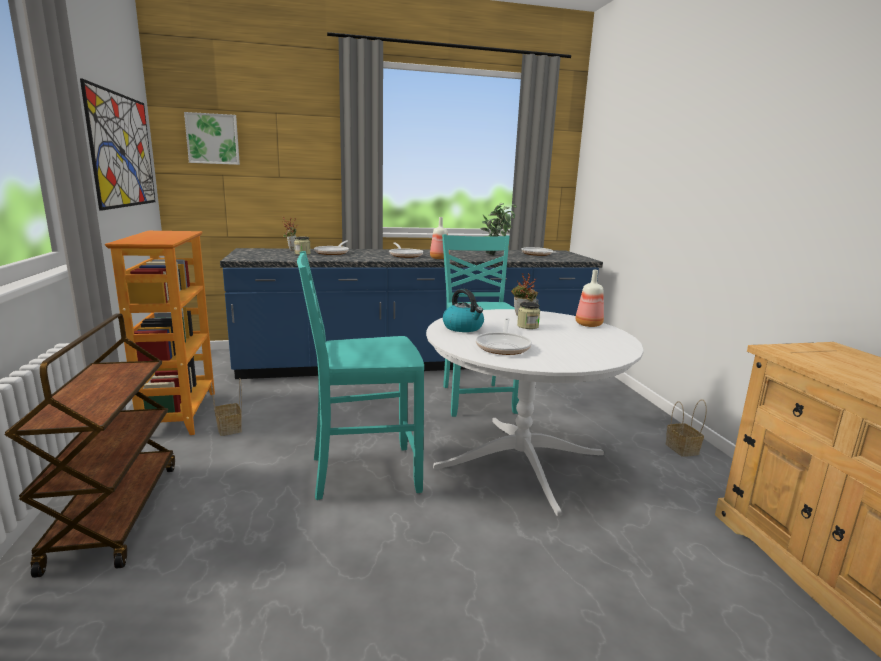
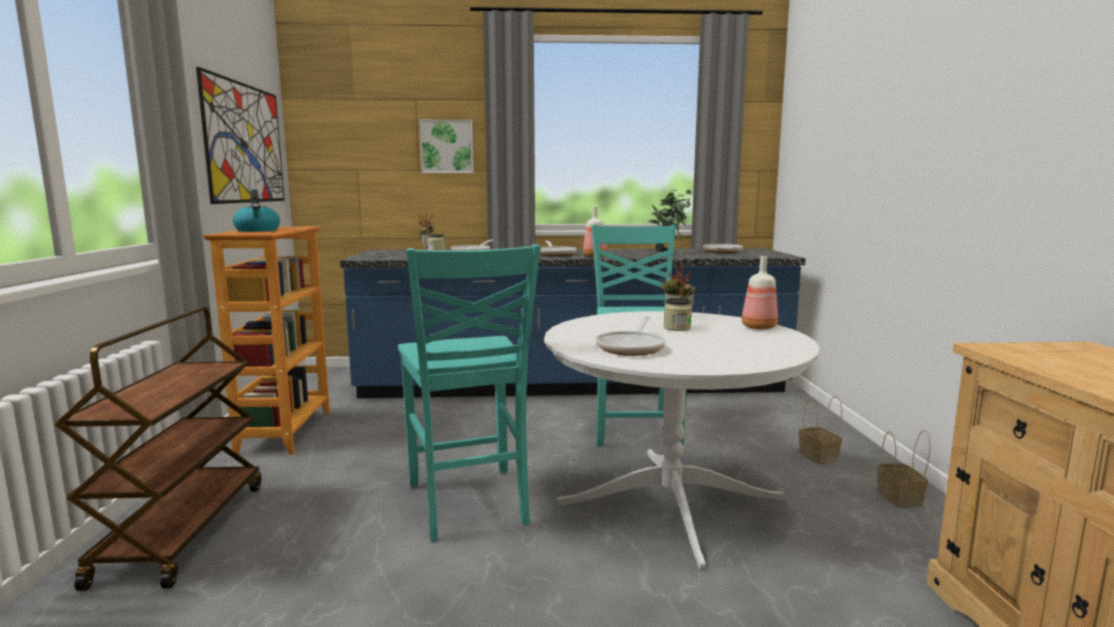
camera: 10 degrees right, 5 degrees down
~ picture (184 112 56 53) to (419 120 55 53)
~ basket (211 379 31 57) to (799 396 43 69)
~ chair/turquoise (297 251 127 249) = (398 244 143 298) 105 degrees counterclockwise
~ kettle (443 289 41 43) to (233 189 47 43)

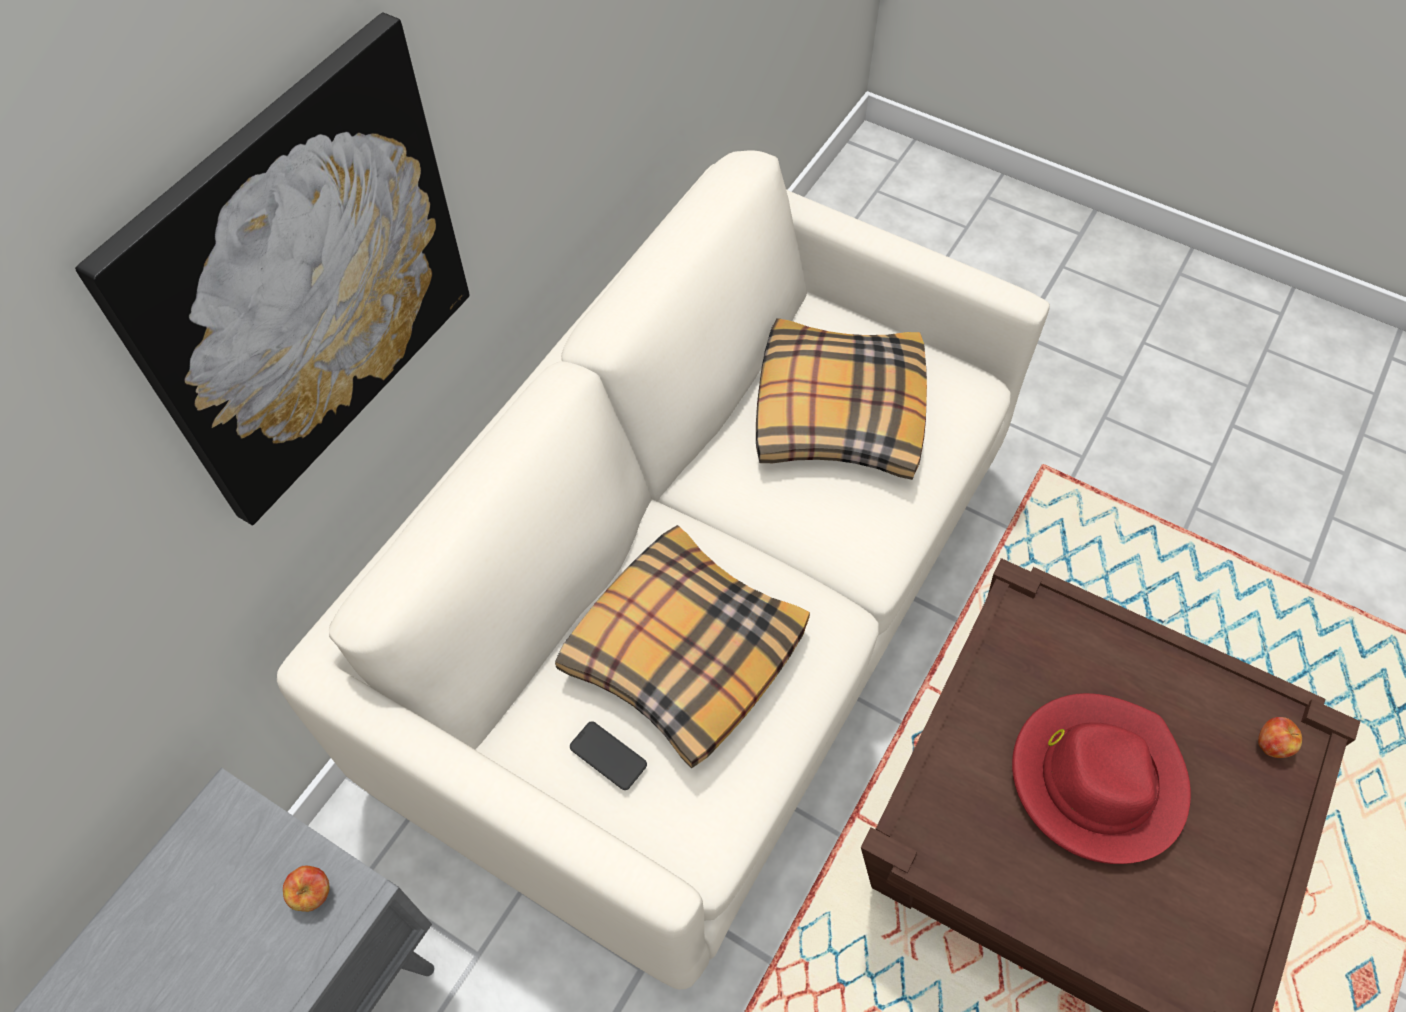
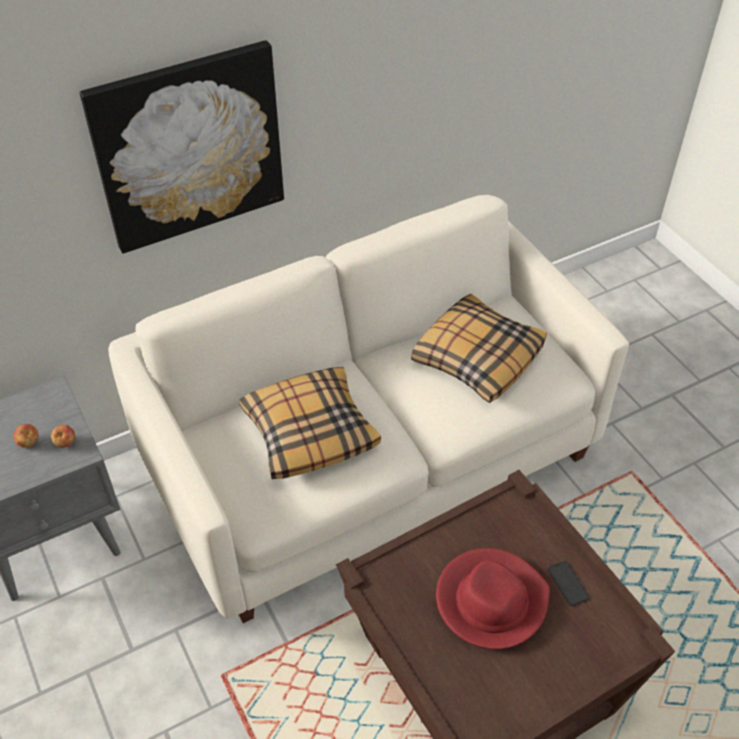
camera: 30 degrees right, 10 degrees down
~ phone (570 721 77 69) to (548 561 41 45)
~ apple (1258 717 44 41) to (14 424 24 23)

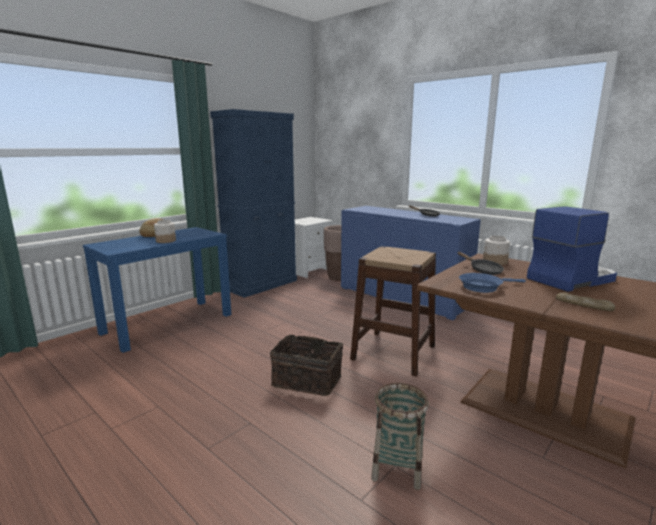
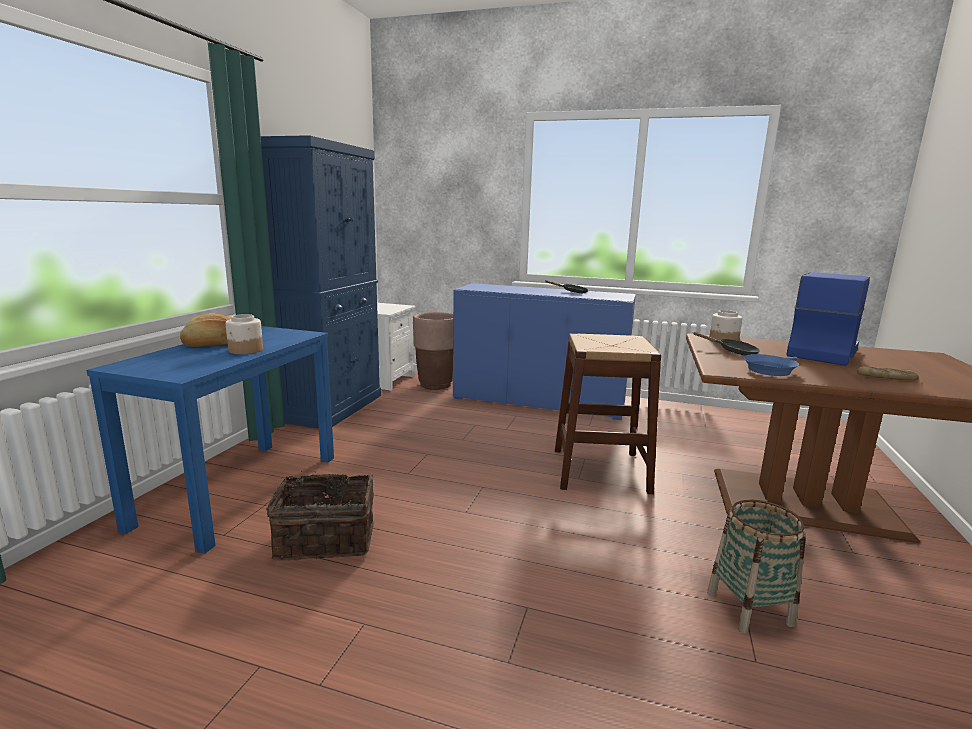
camera: 25 degrees left, 0 degrees up
~ basket (270 335 73 61) to (266 470 108 91)

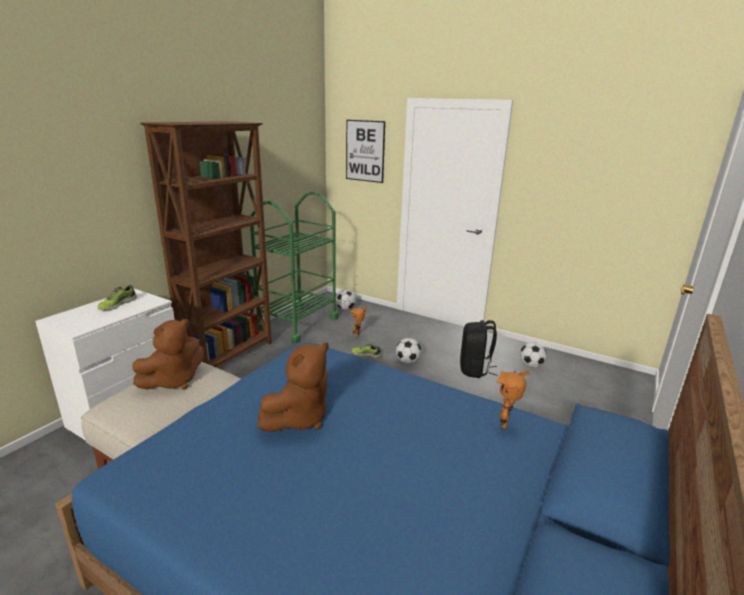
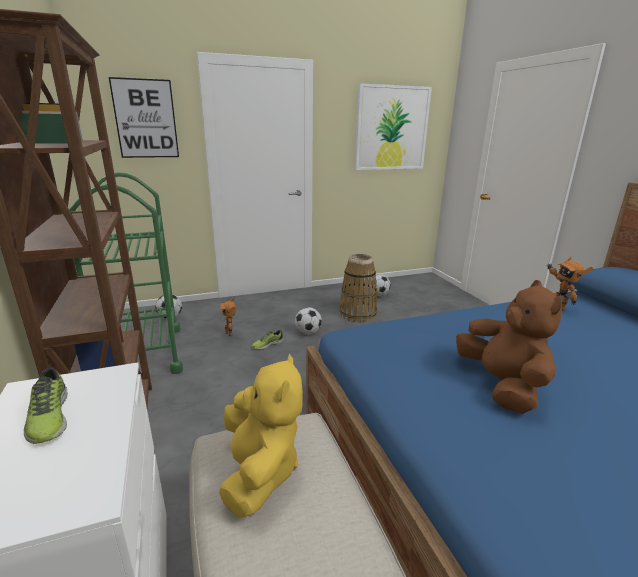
camera: 50 degrees left, 0 degrees up
~ plush toy/brown (132 319 72 71) to plush toy/yellow (219 354 84 163)
~ backpack/black (460 320 38 58) to basket (339 254 38 69)
+ picture (355 83 77 87)

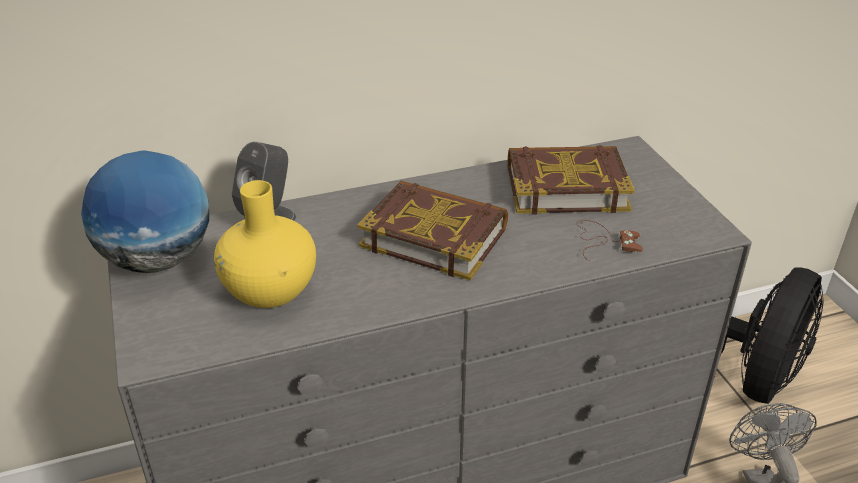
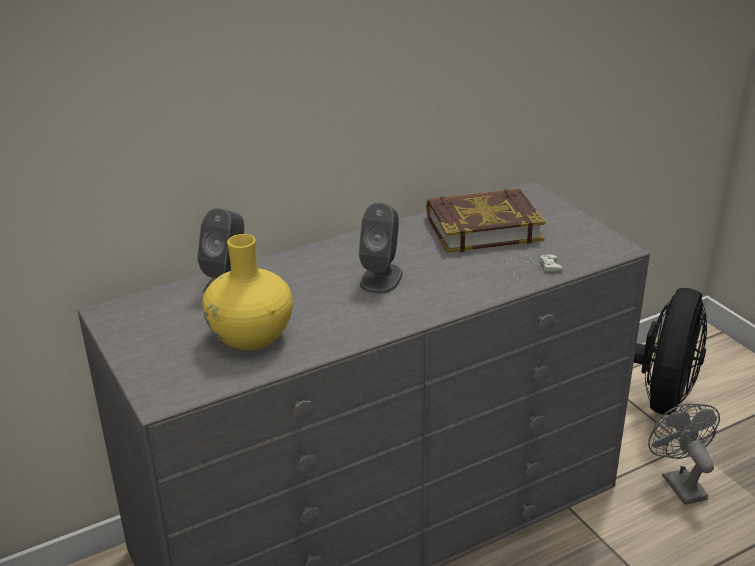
camera: 10 degrees left, 5 degrees down
- globe (81 150 128 123)
~ book (357 181 151 99) to speaker/grey (359 202 44 92)
~ game controller/brown (578 220 65 41) to game controller/white (501 251 62 31)

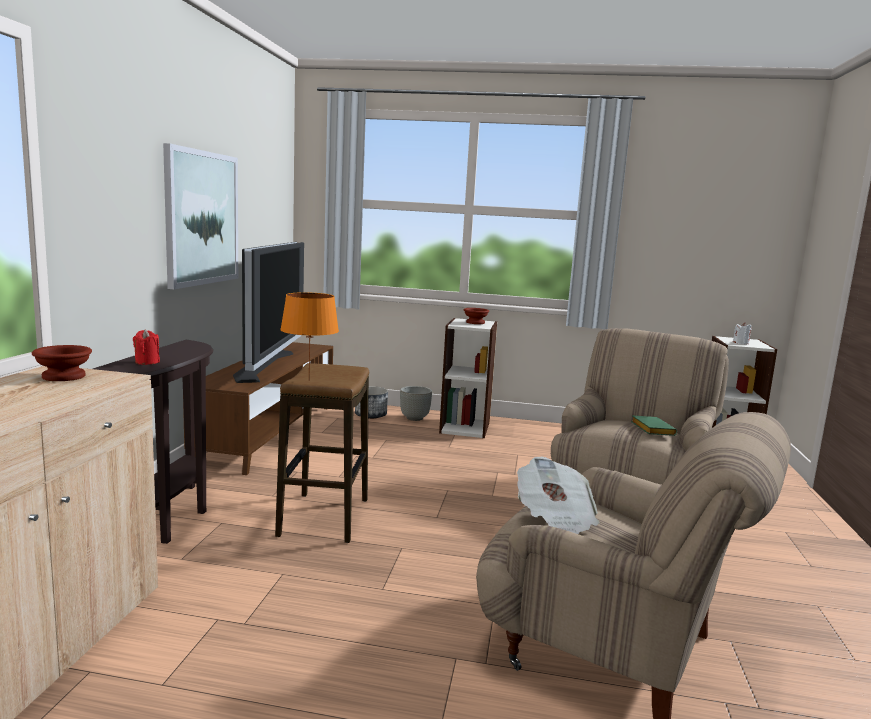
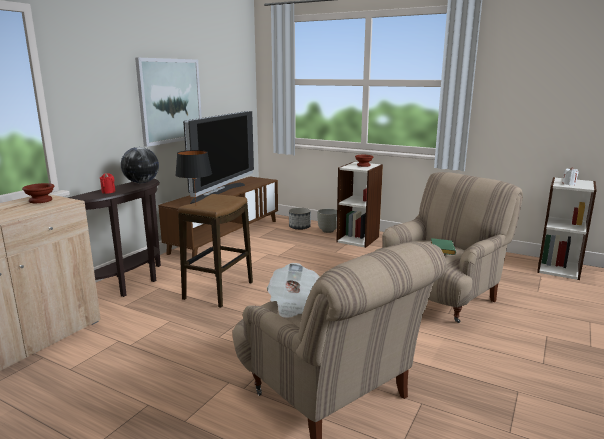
camera: 20 degrees right, 5 degrees up
~ table lamp/orange (280 292 59 87) to table lamp/black (175 150 37 51)
+ globe (121 147 38 36)

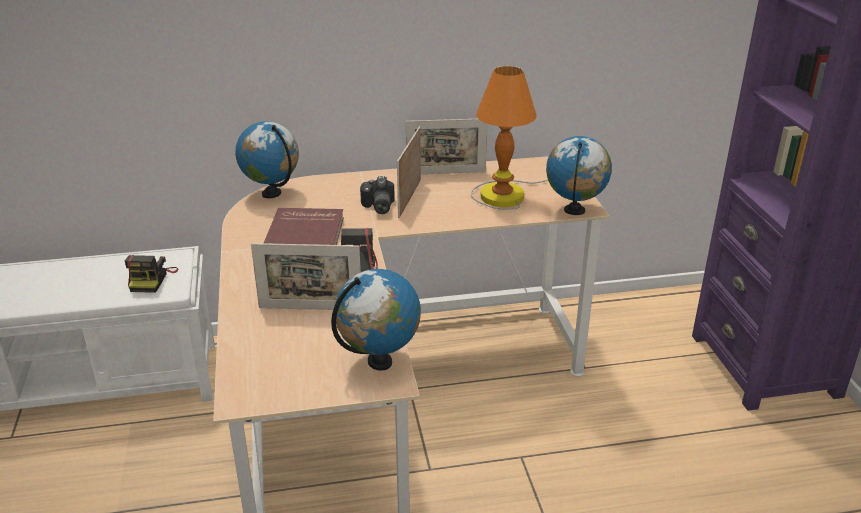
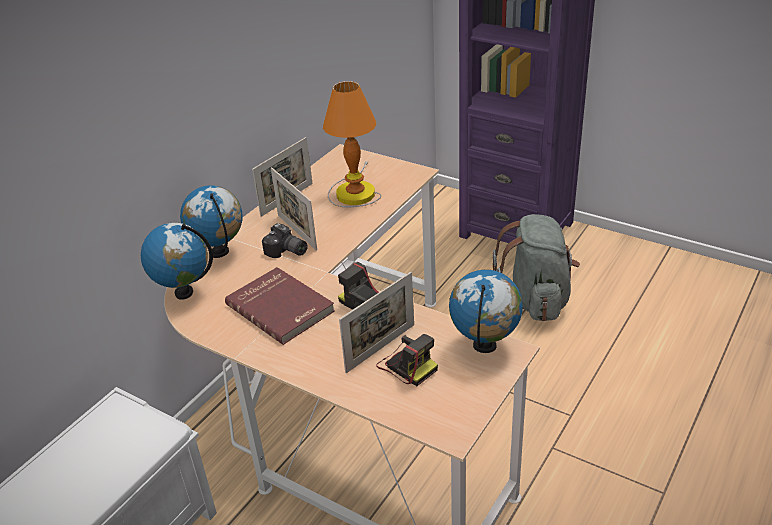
camera: 45 degrees left, 5 degrees up
~ photo camera (125 255 53 38) to (376 334 62 52)
~ globe (546 136 66 79) to (180 185 63 73)
+ backpack/grey (493 214 87 107)

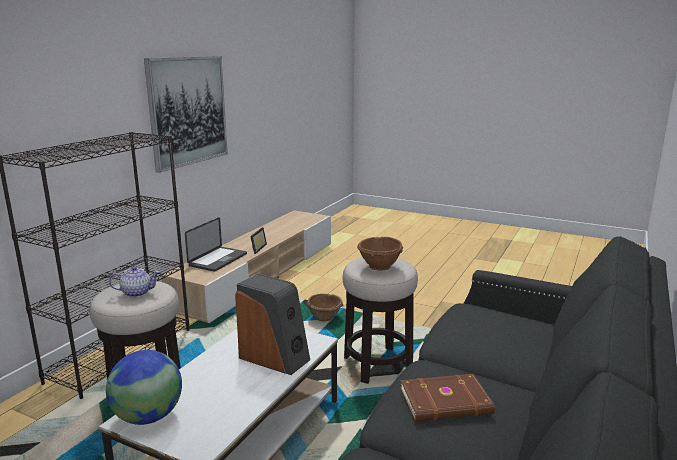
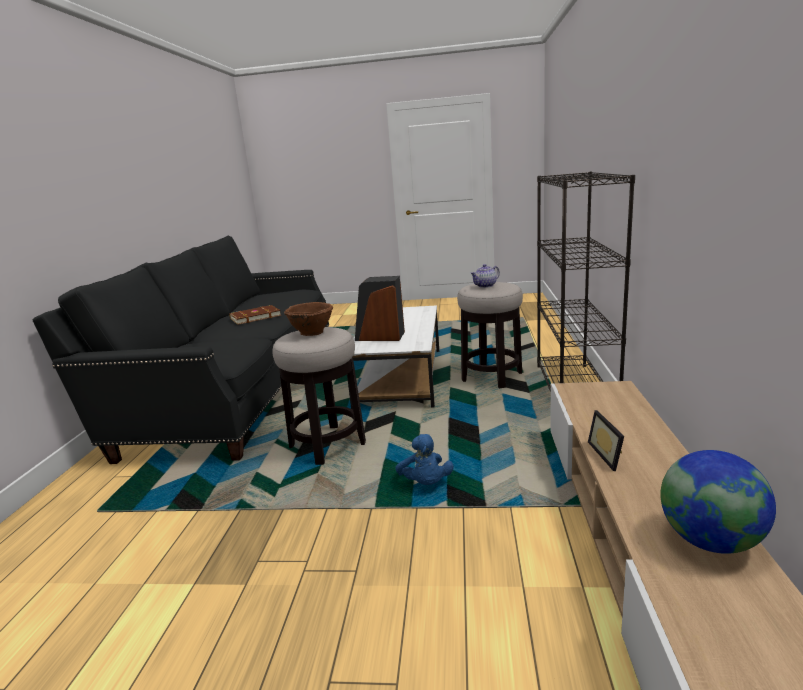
camera: 160 degrees right, 0 degrees up
~ globe (106 350 76 75) to (660 450 116 104)
- picture (144 56 84 117)
- laptop (185 217 62 55)
~ bowl/brown (307 294 36 27) to plush toy/blue (395 434 59 51)

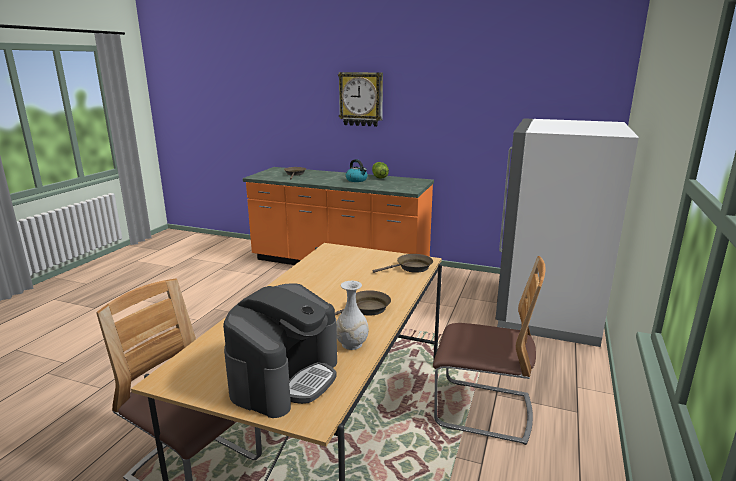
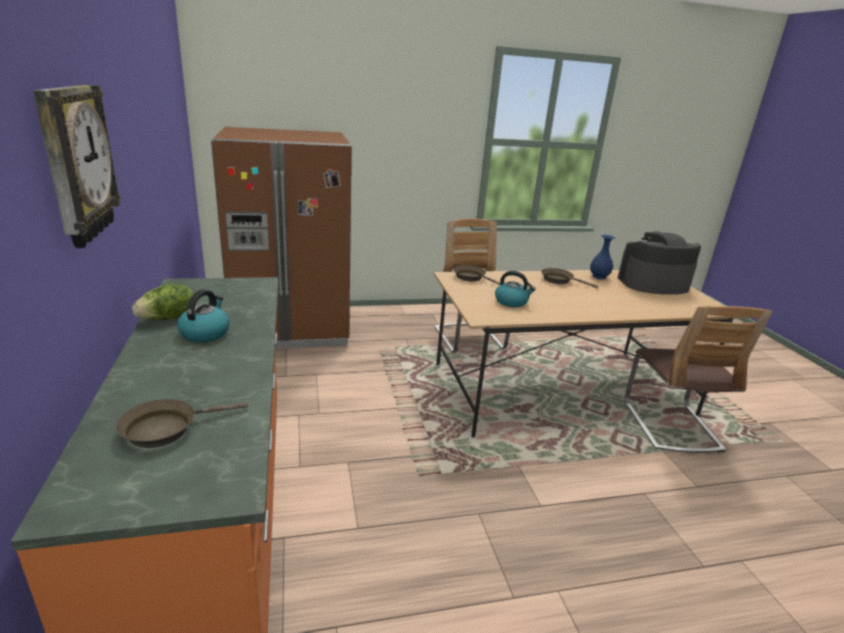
camera: 125 degrees left, 5 degrees up
~ vase/white (336 281 33 69) to vase/blue (590 235 25 44)
~ fridge/white (495 118 144 229) to fridge/brown (211 127 141 222)
+ kettle (495 271 41 36)

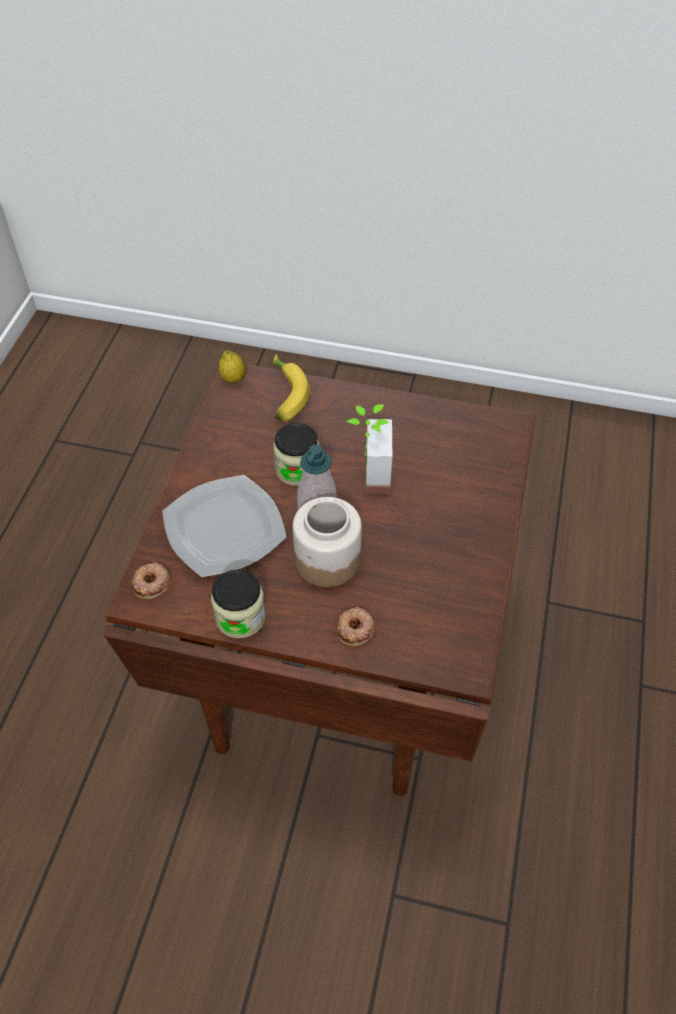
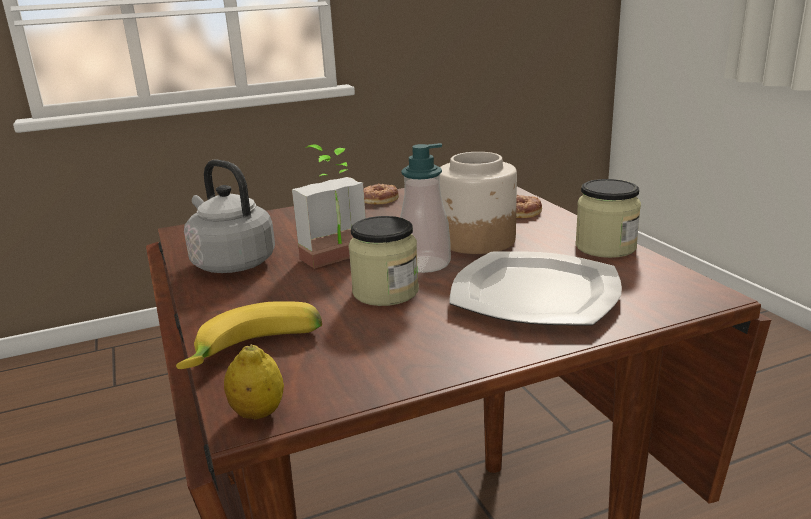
camera: 125 degrees left, 30 degrees down
~ donut (131 562 39 37) to (364 183 35 21)
+ kettle/grey (184 160 91 113)

